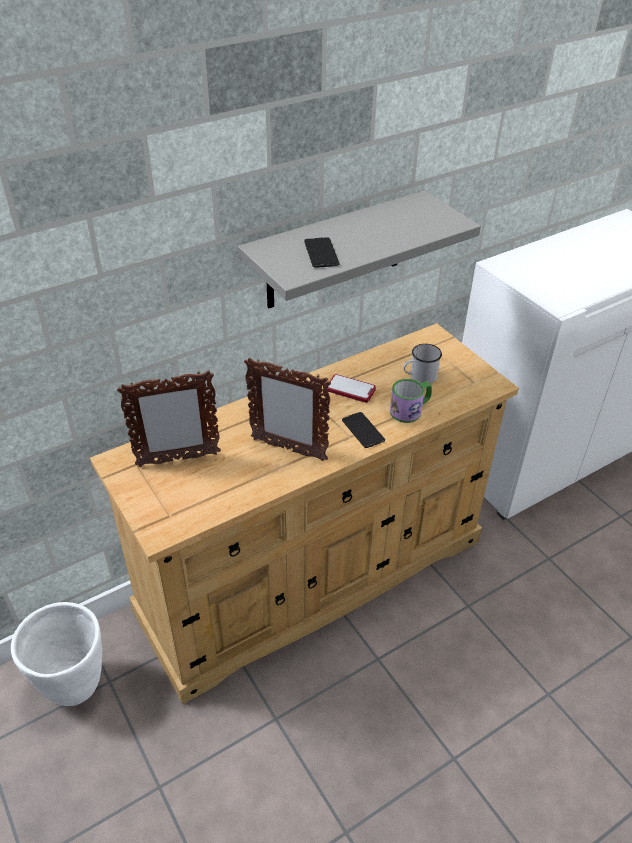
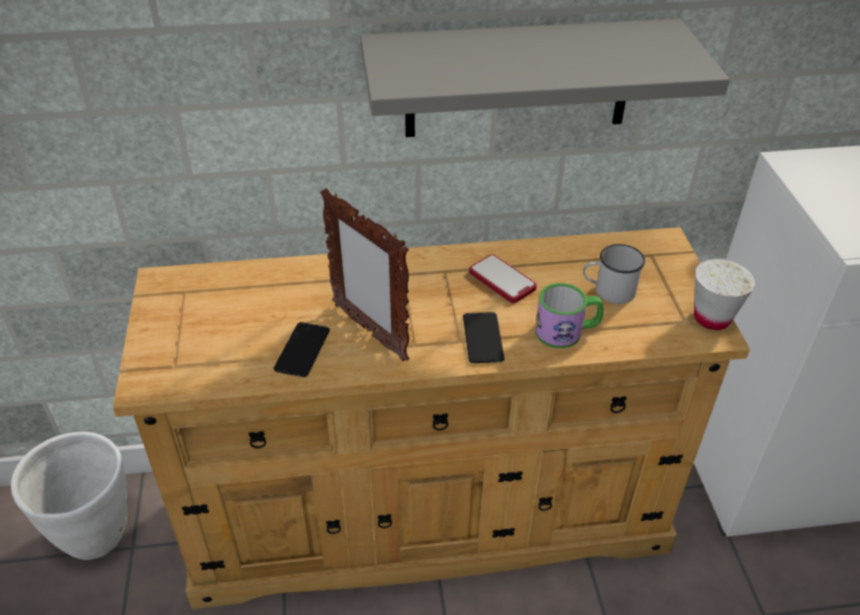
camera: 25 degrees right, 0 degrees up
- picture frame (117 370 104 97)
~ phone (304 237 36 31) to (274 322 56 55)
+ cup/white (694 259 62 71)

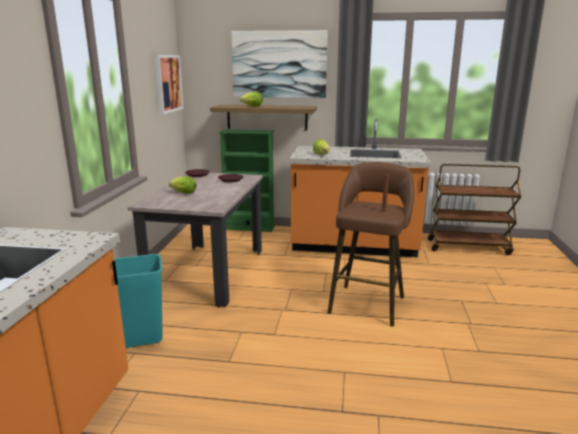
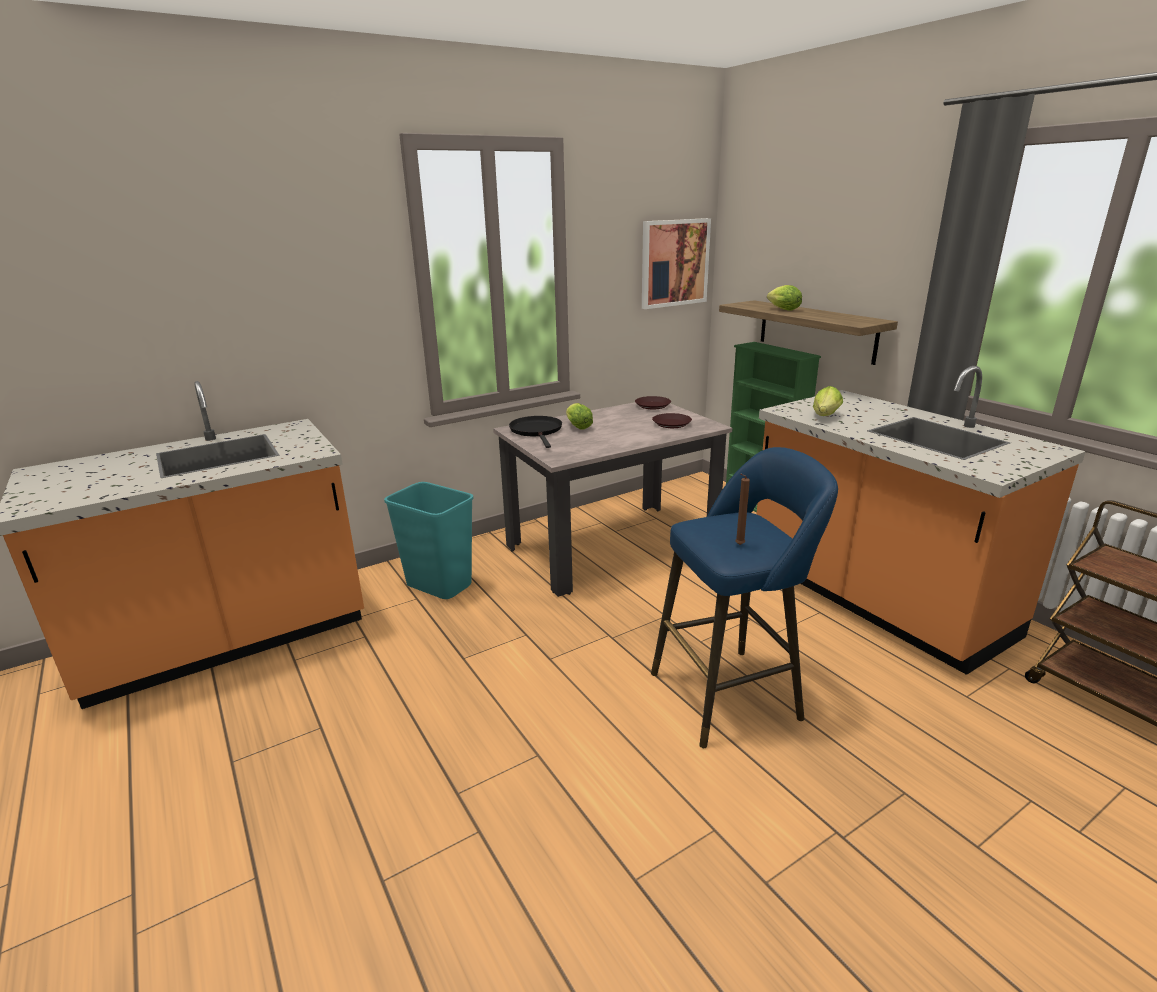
camera: 50 degrees right, 5 degrees up
- picture (231 30 97 68)
~ stool/brown (327 162 87 165) to stool/blue (651 447 187 301)
+ frying pan/black (509 416 53 32)

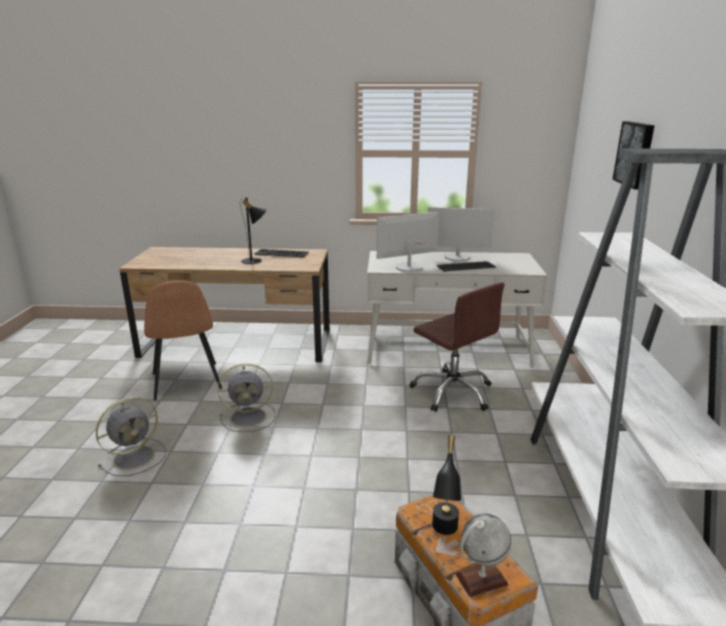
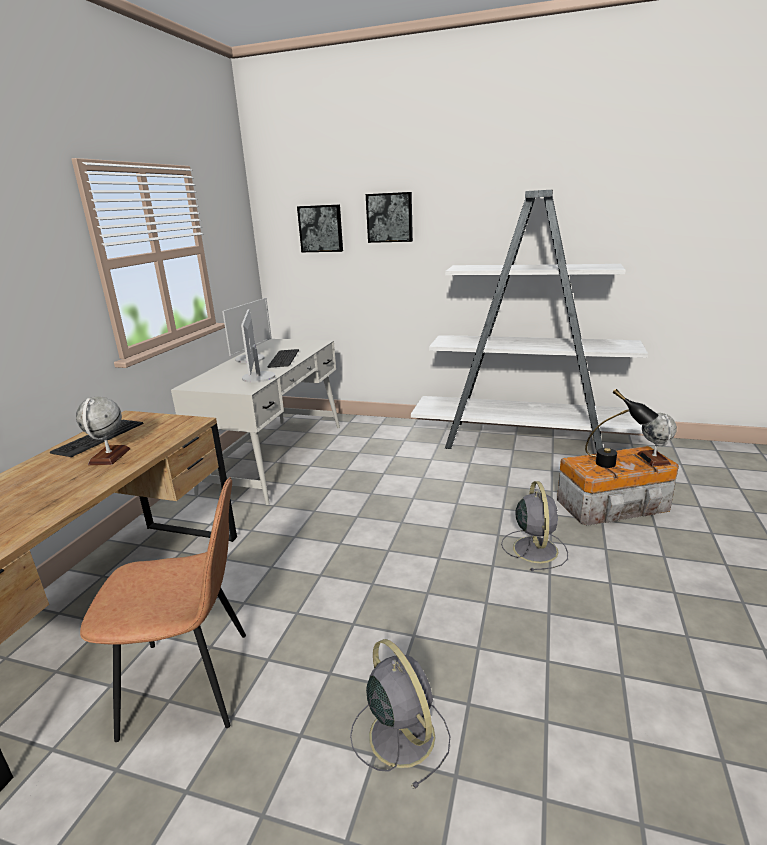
camera: 75 degrees left, 0 degrees up
~ fan/grey (218 363 58 69) to (501 481 67 90)
~ table lamp/black (240 197 27 67) to globe (76 396 54 69)
- office chair/brown (410 282 95 130)
+ picture (297 204 46 48)

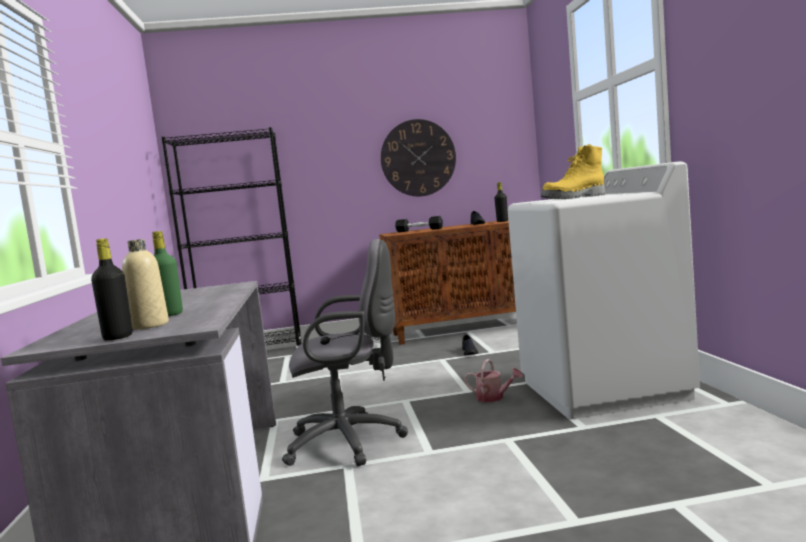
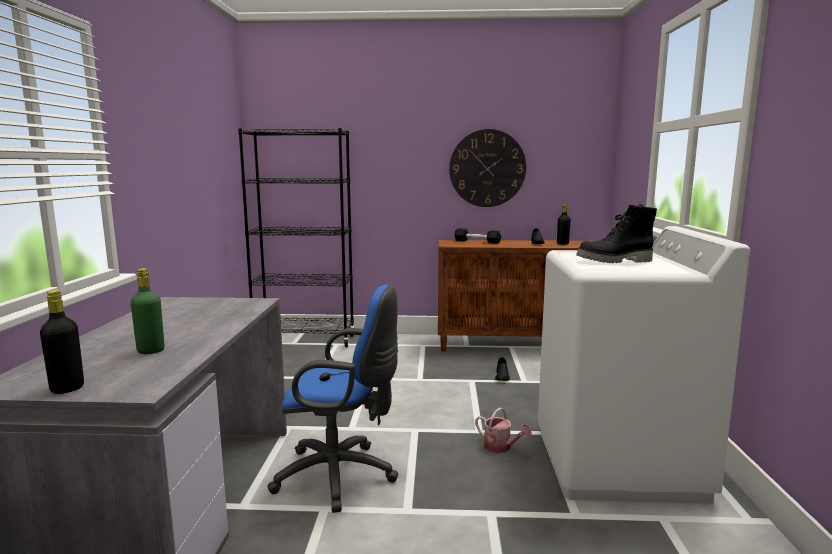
camera: 10 degrees right, 5 degrees up
- bottle/beige (122 239 47 90)
~ office chair/grey (282 239 126 227) to office chair/blue (268 285 130 228)
~ boot/yellow (541 144 64 55) to boot/black (576 204 81 59)

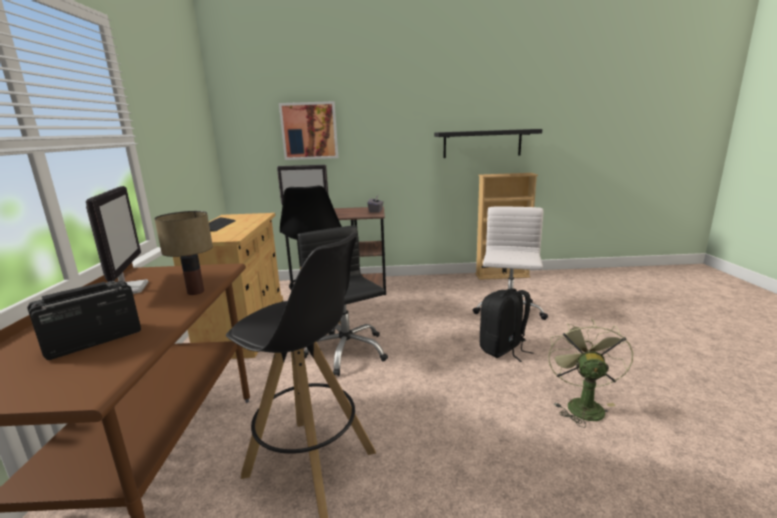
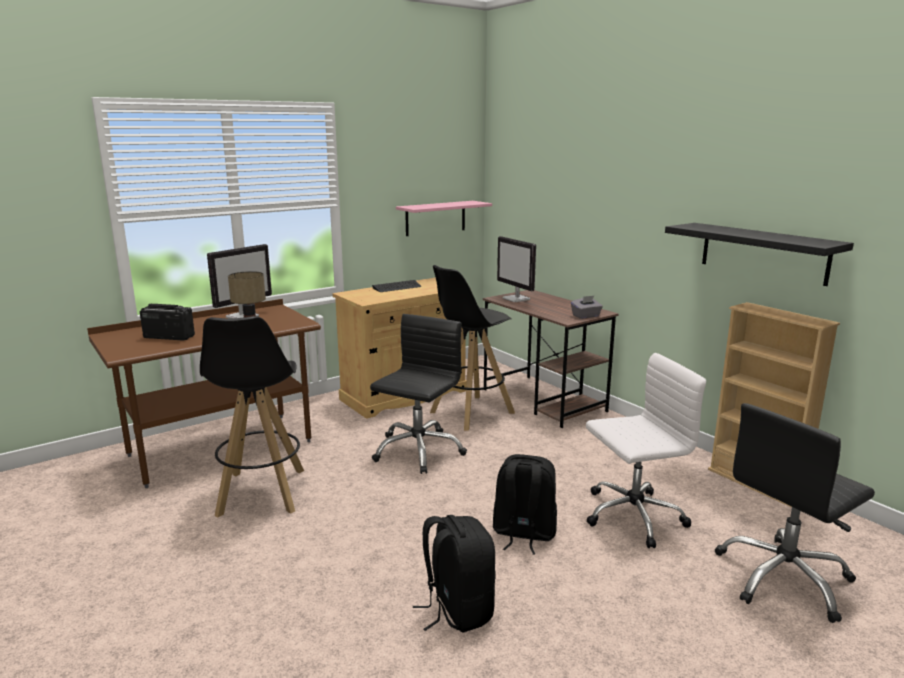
camera: 55 degrees right, 0 degrees up
- picture (279 101 59 59)
~ fan/green (548 319 86 109) to backpack/black (413 515 83 118)
+ shelf/pink (396 201 96 35)
+ office chair/black (715 403 160 220)

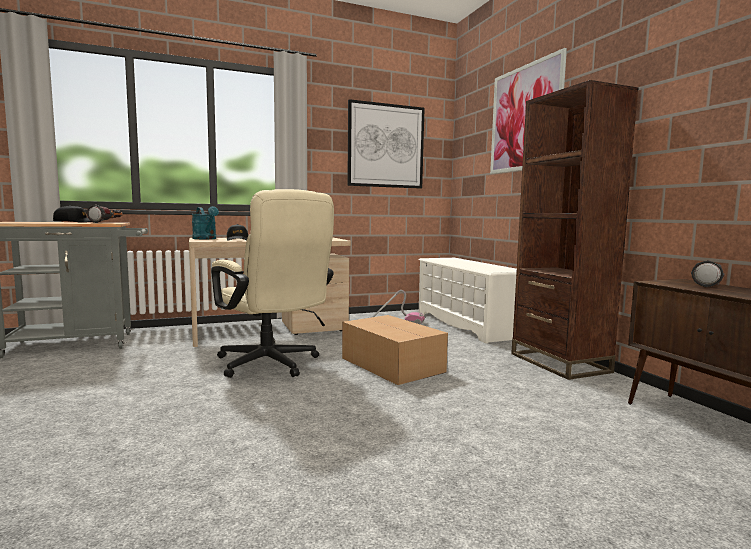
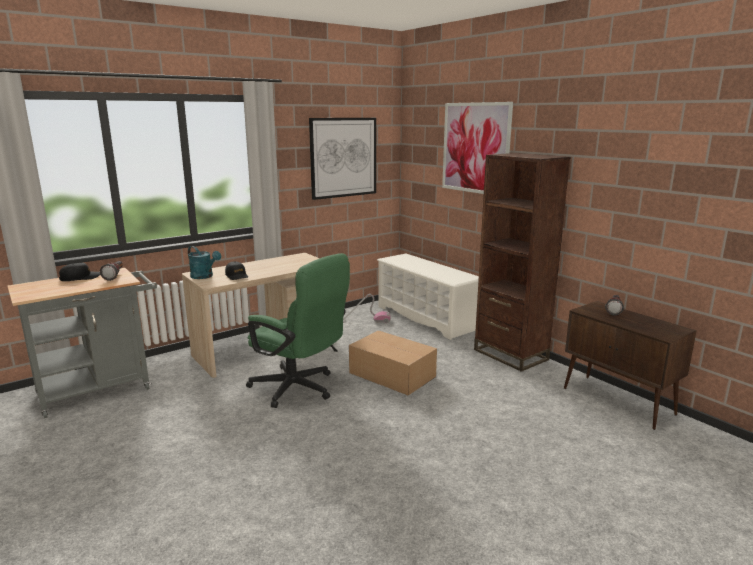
camera: 15 degrees left, 10 degrees up
~ office chair/beige (211 189 123 189) to office chair/green (246 253 104 155)

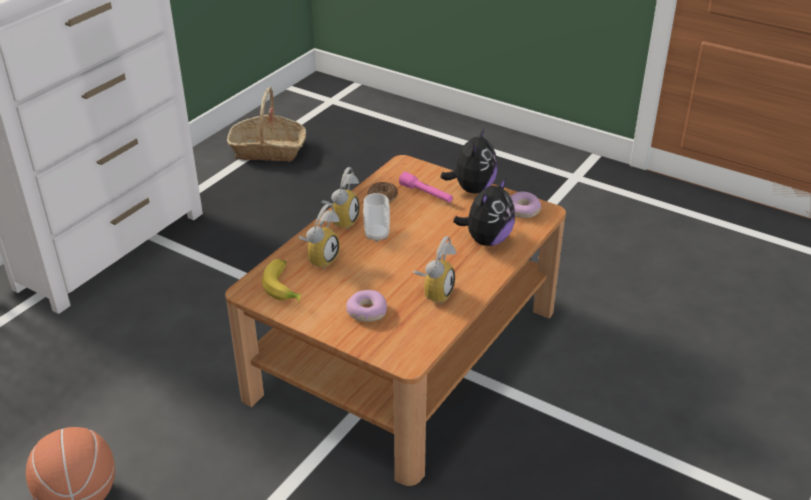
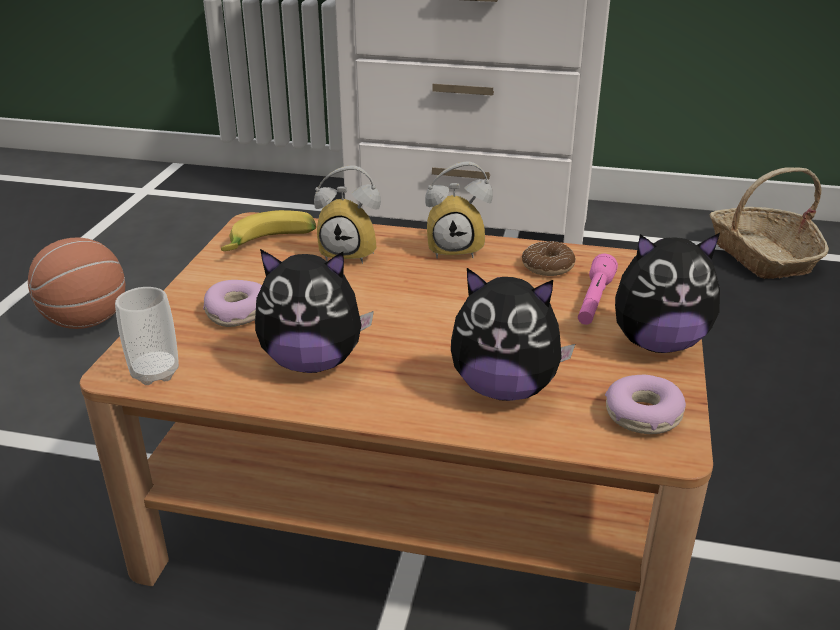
camera: 70 degrees right, 5 degrees down
~ cup (363 193 27 49) to (115 287 64 98)
~ alarm clock (413 236 44 68) to plush toy (255 249 119 124)

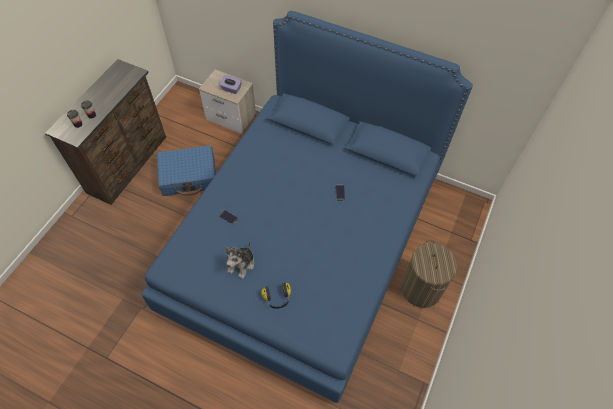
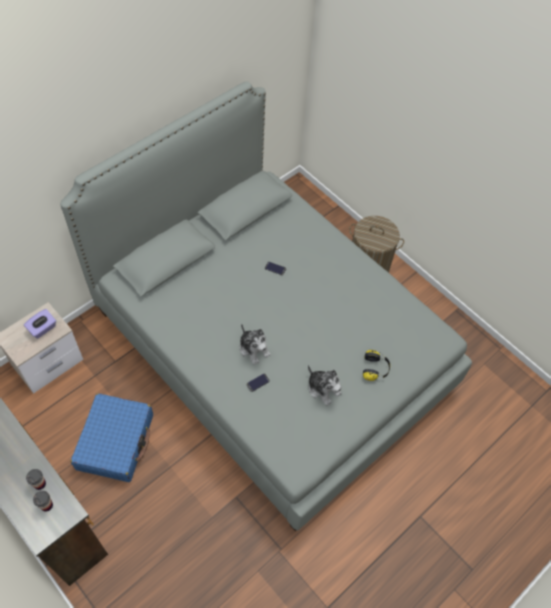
camera: 70 degrees left, 0 degrees up
~ bed/blue (142 11 331 392) to bed/grey (60 81 412 450)
+ plush toy (240 324 31 41)

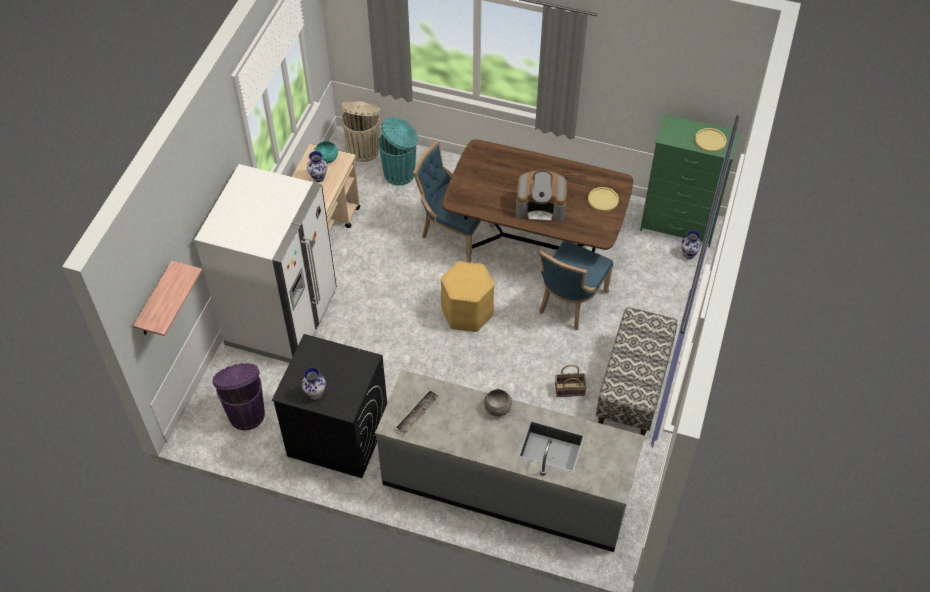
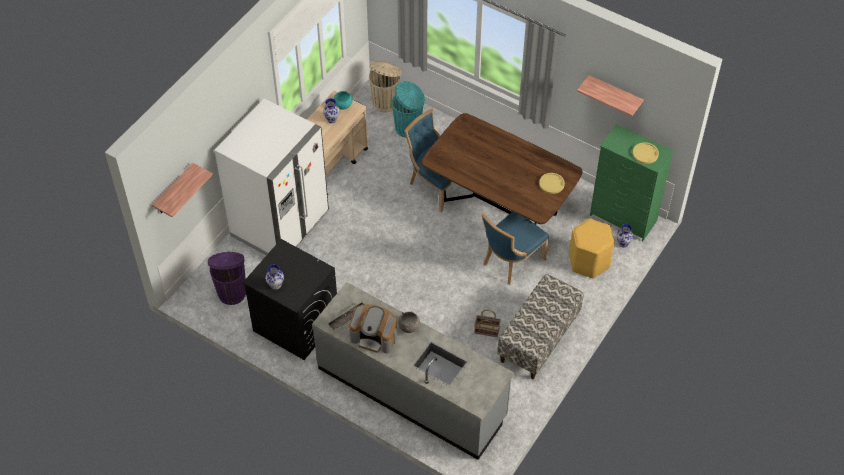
camera: 15 degrees right, 0 degrees up
~ stool/yellow (441 261 53 71) to (569 218 46 60)
~ coffee machine (516 171 51 52) to (349 304 48 49)
+ shelf (577 75 67 41)

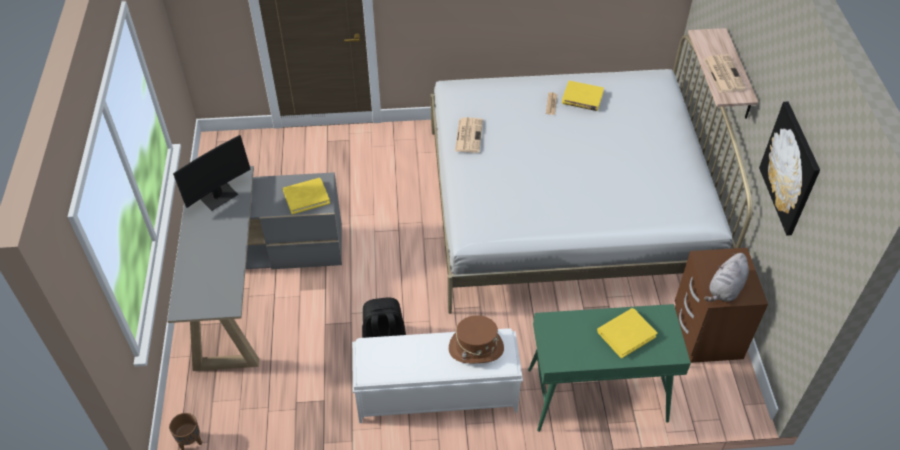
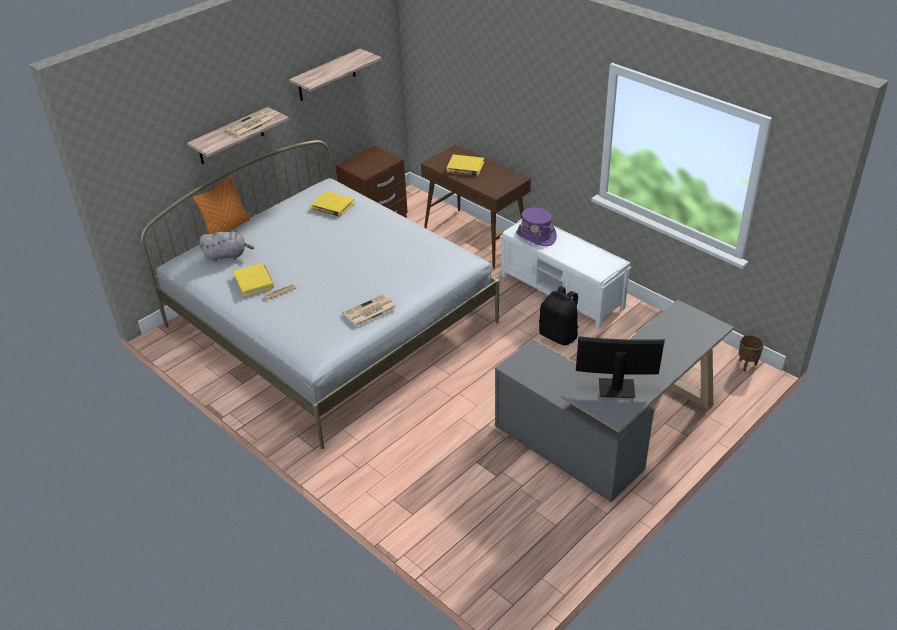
camera: 130 degrees left, 10 degrees down
~ book/yellow (283 178 47 36) to (311 191 44 26)
~ hat/brown (449 315 55 48) to hat/purple (516 207 41 39)
~ console table/green (528 304 163 128) to console table/brown (421 145 110 124)
~ plush toy/grey (704 253 45 49) to (199 232 55 29)
~ picture (759 102 61 134) to shelf (289 49 92 52)
+ pillow/orange (192 176 58 58)

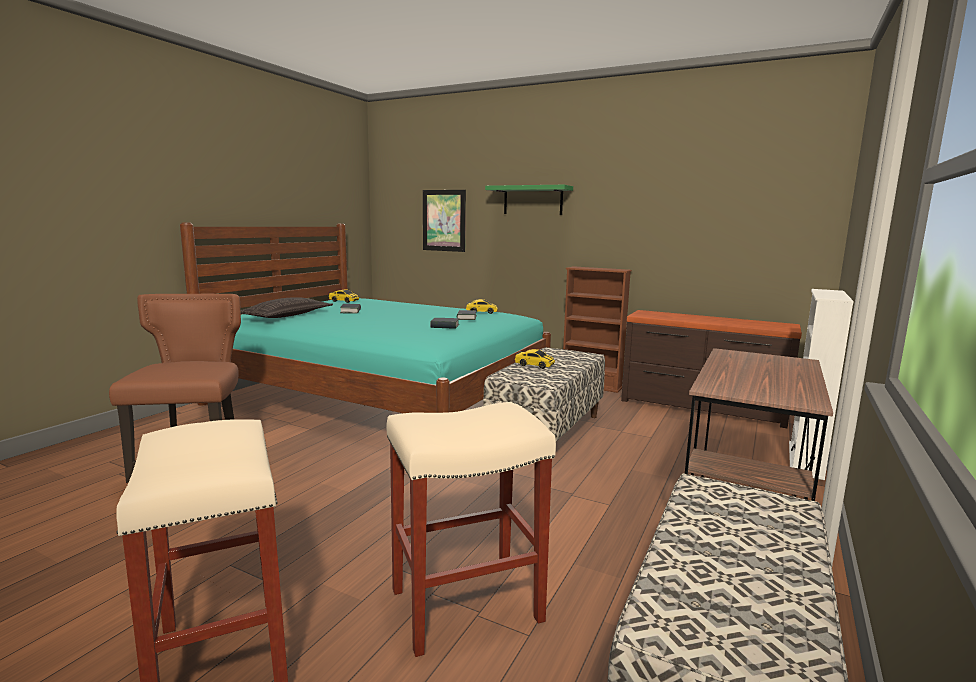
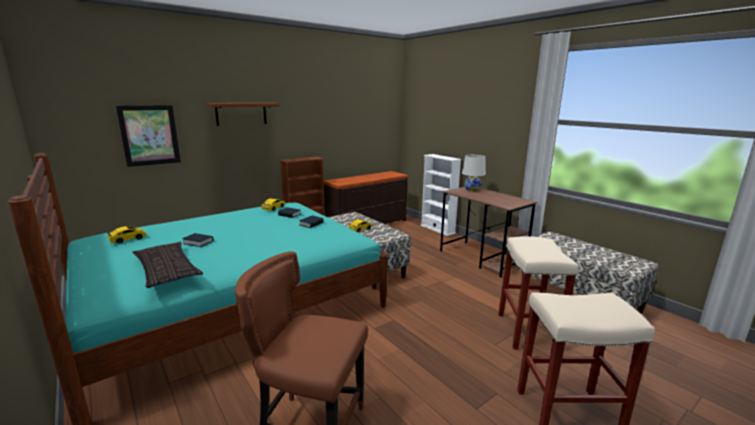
camera: 65 degrees left, 5 degrees up
~ shelf/green (485 185 88 30) to shelf/brown (206 103 74 23)
+ table lamp/white (462 155 24 36)

